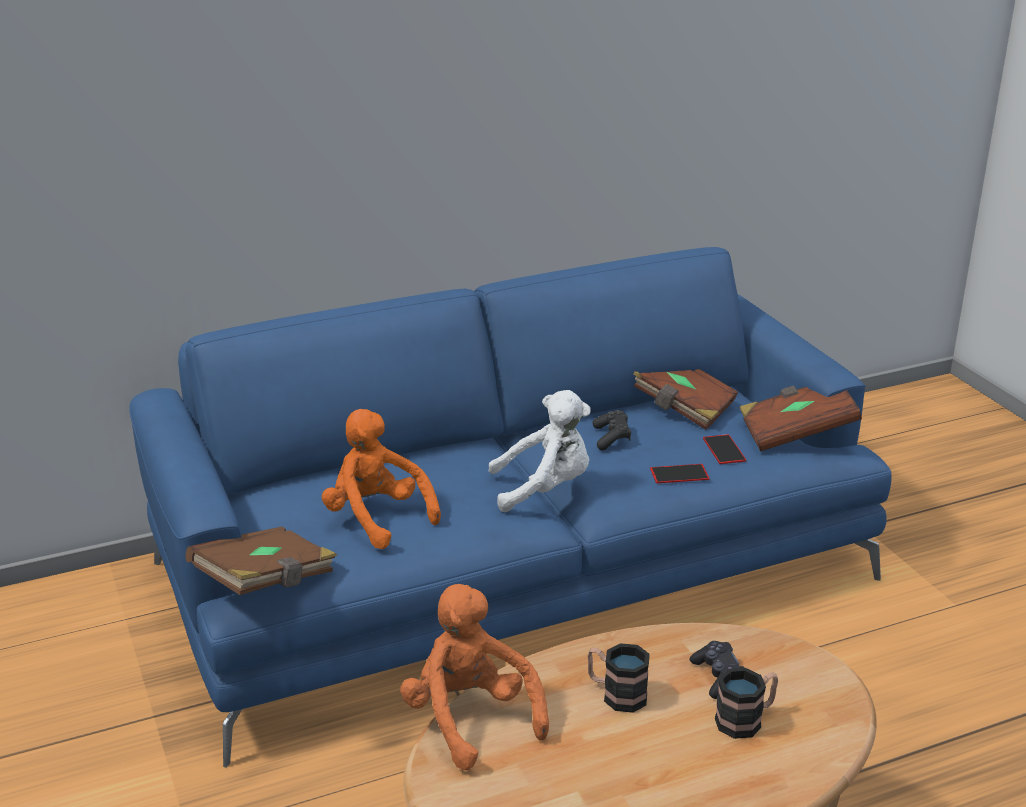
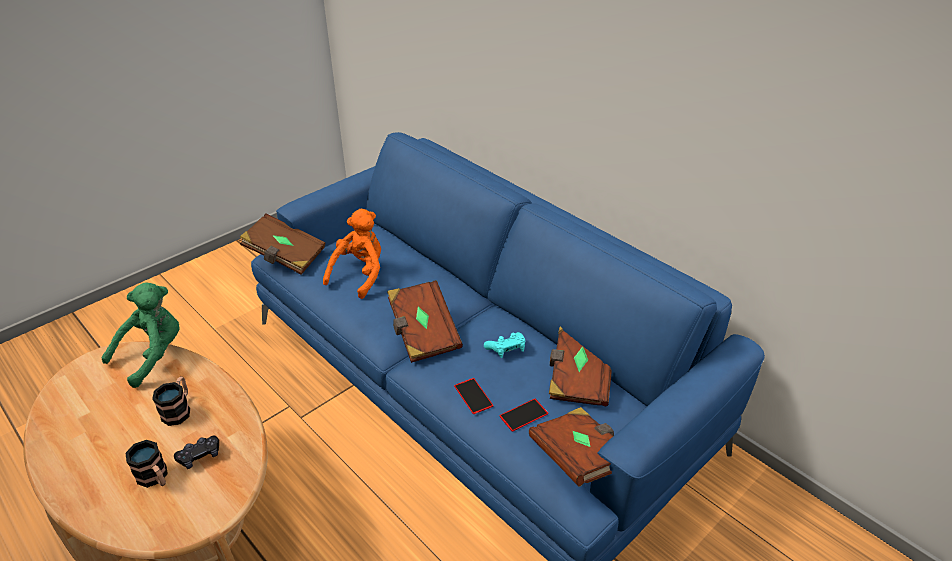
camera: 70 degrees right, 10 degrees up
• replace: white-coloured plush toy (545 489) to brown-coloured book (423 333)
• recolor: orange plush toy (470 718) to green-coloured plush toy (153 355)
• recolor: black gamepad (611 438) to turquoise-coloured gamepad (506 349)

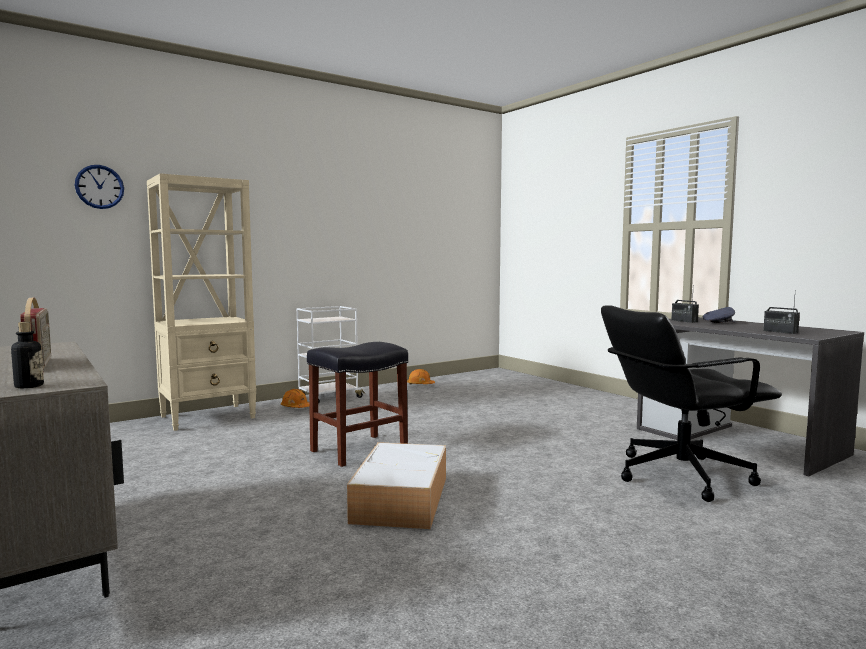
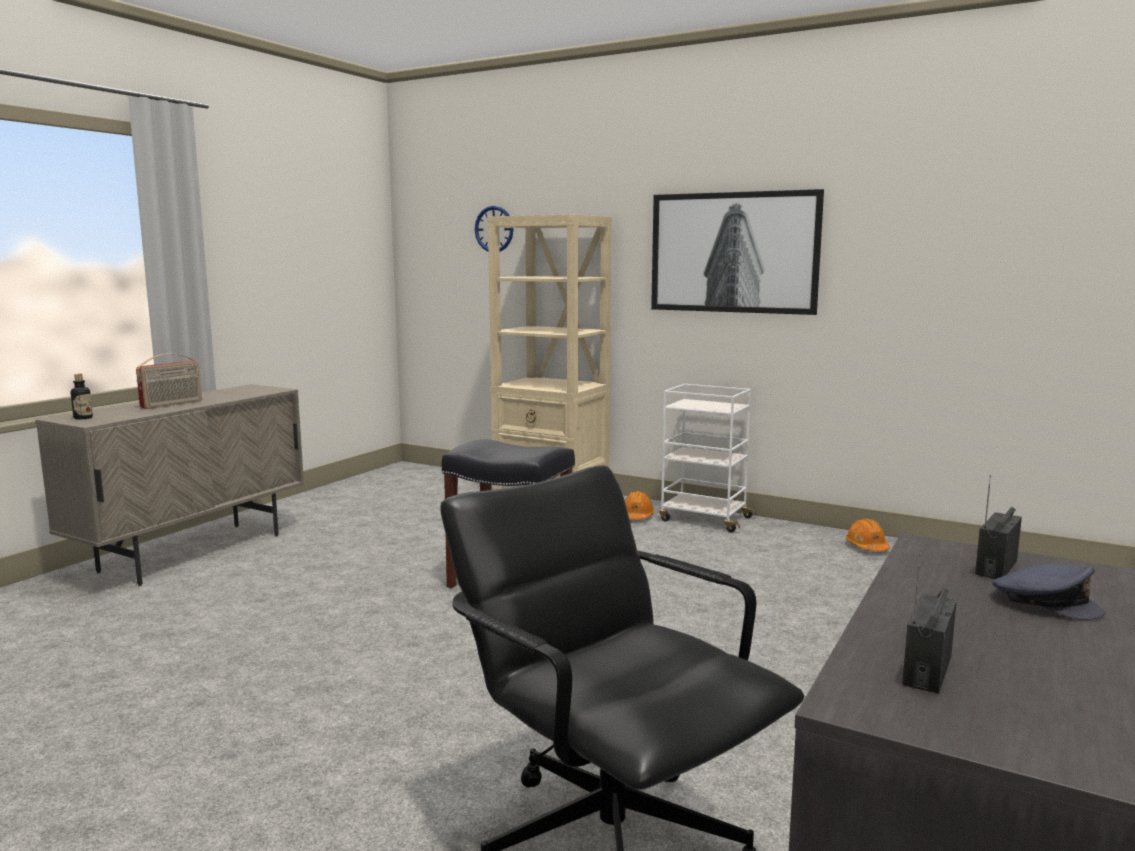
camera: 65 degrees right, 5 degrees up
• delete: storage box (401 498)
• insert: wall picture (734 252)

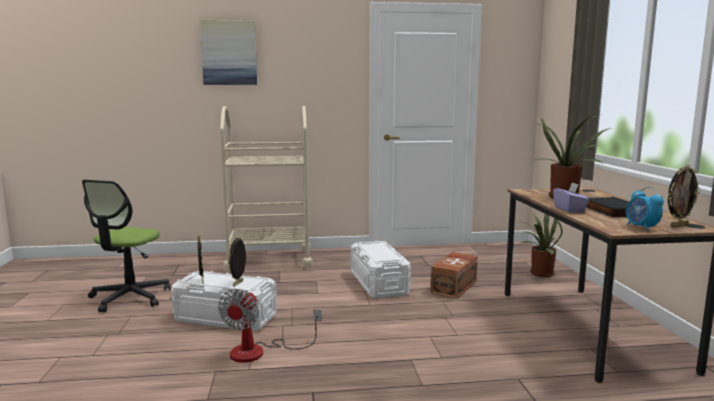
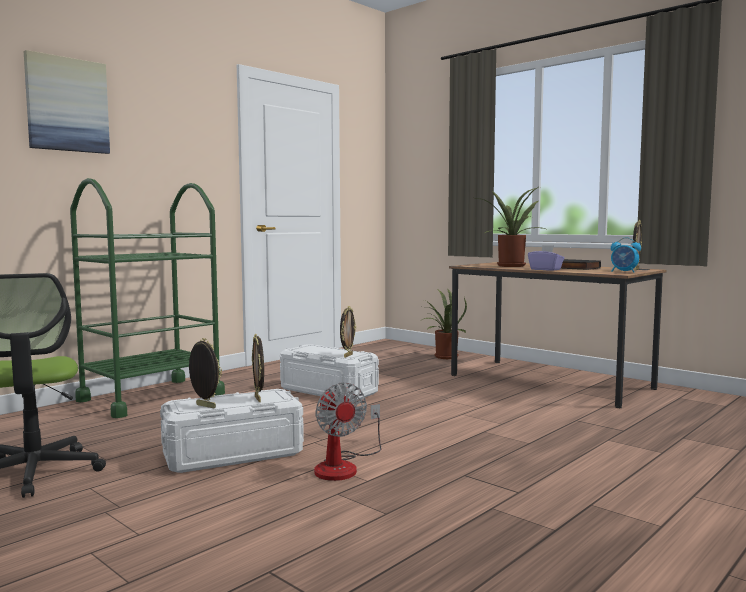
camera: 40 degrees left, 5 degrees down
• delete: brown-coloured storage box (455 287)
• insert: picture frame (347 355)
• recolor: beige trolley (269 260) to green-coloured trolley (151 397)

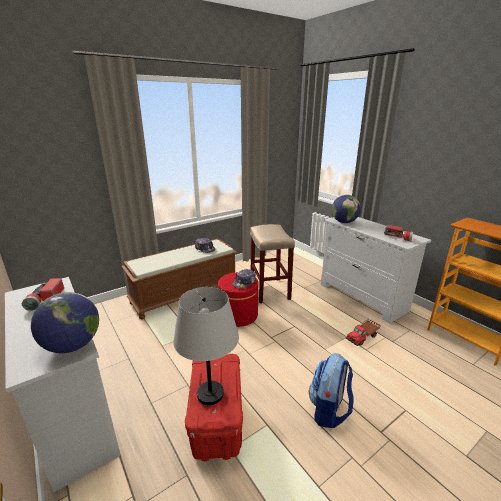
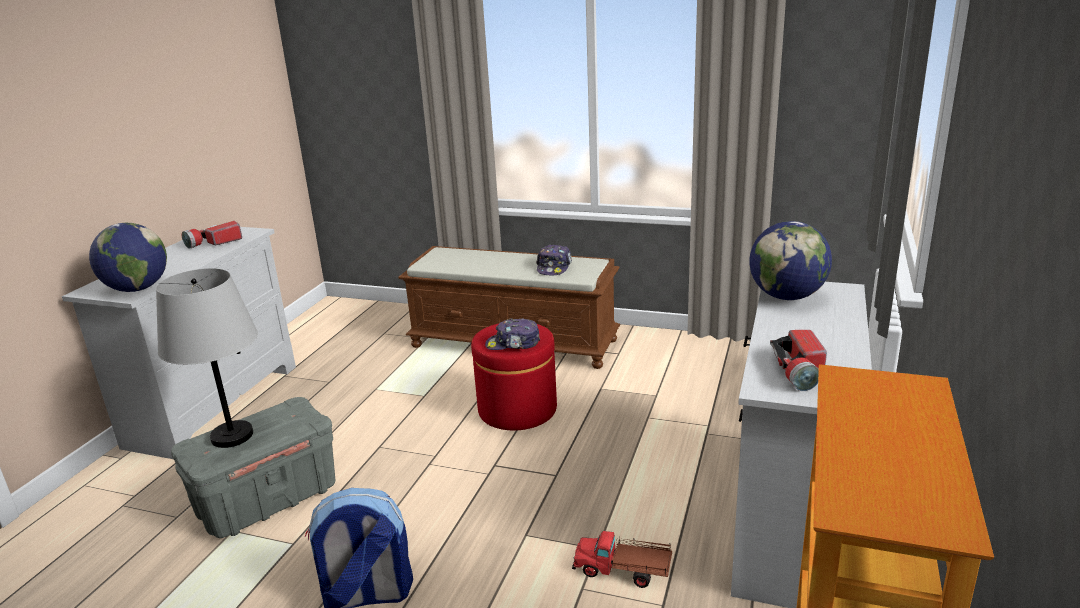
camera: 55 degrees right, 0 degrees up
• delete: beige stool seat (269 290)
• recolor: reddish storage box (216 422) to greyish storage box (268 499)

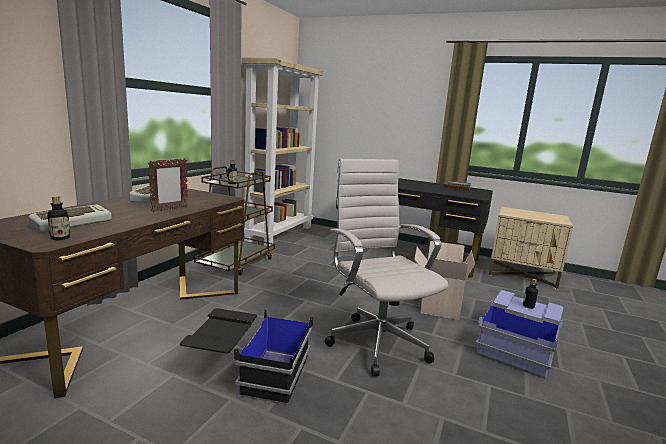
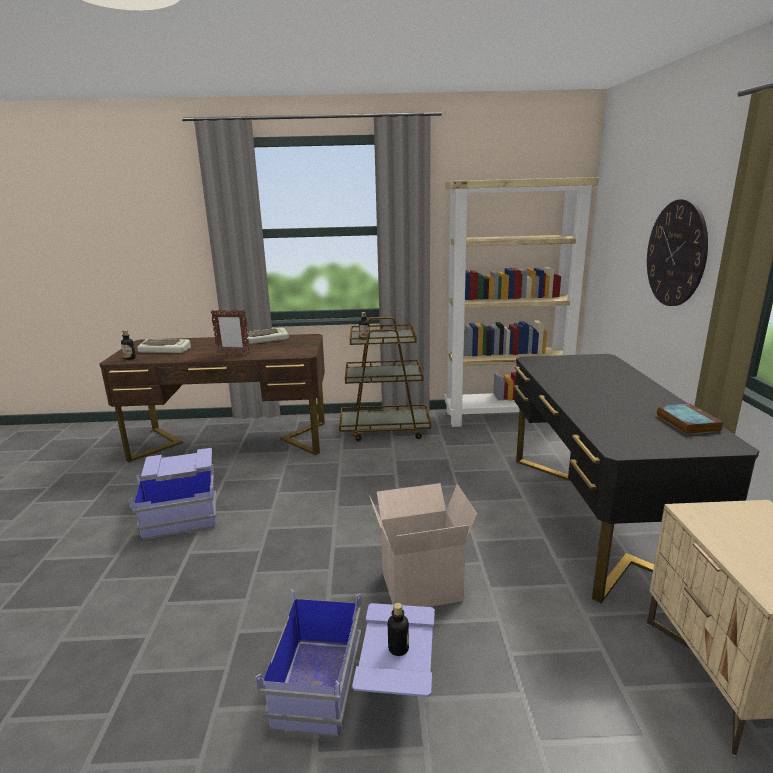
camera: 65 degrees right, 5 degrees up
• delete: white-coloured computer chair (376 341)
• insert: hanging clock (676 253)
• recolor: black storage box (249 372) to blue-coloured storage box (182 508)

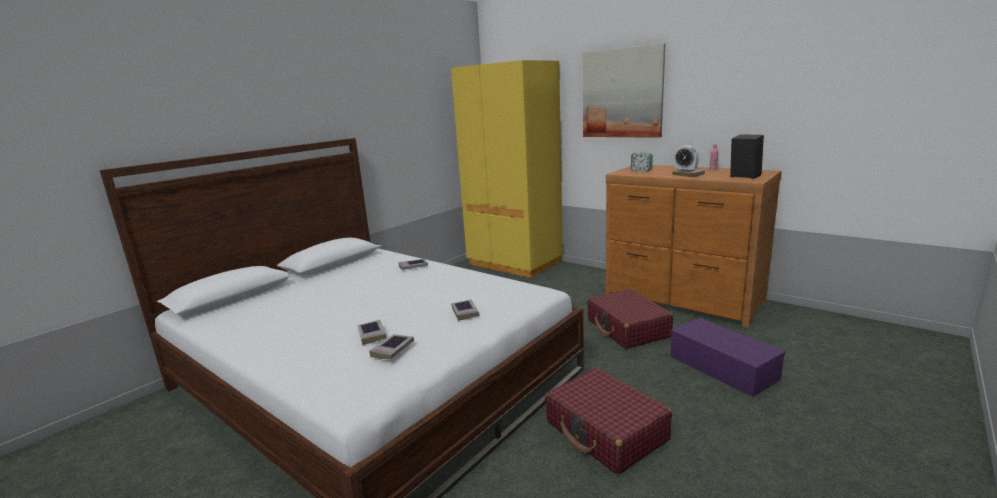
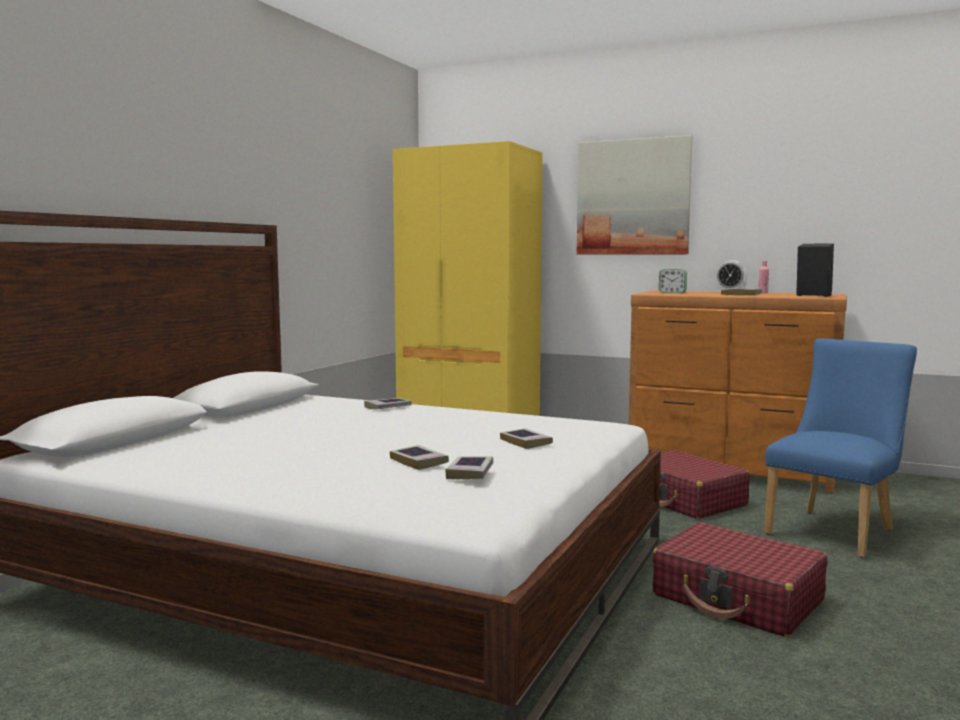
camera: 15 degrees left, 10 degrees down
• replace: purple-coloured storage box (724 367) to blue-coloured upright chair (835 530)

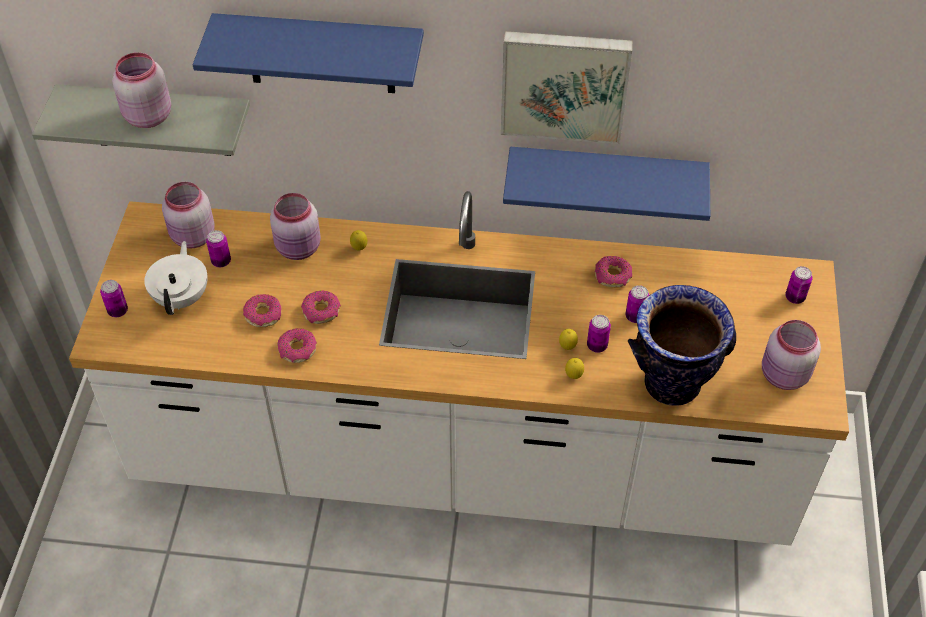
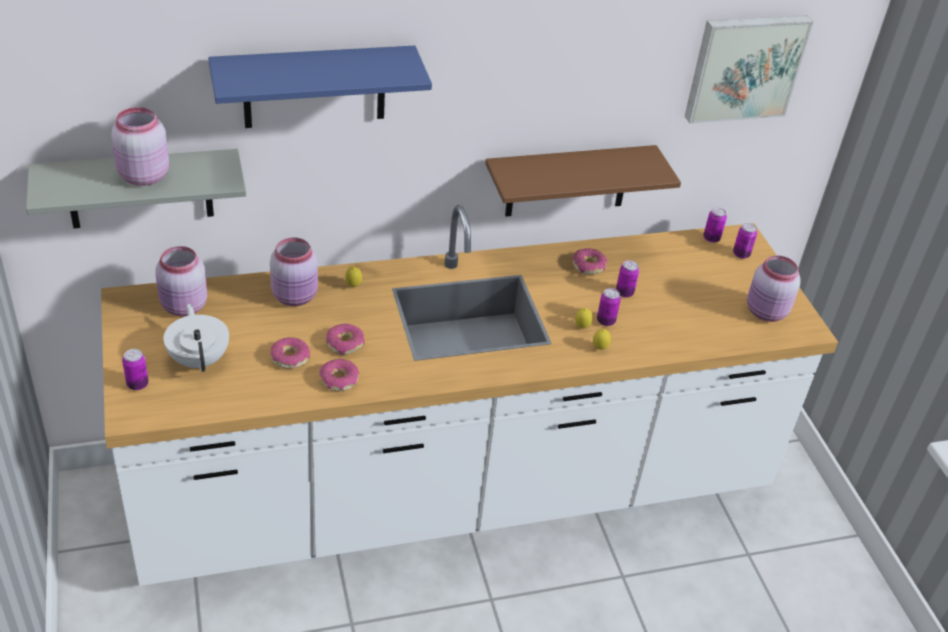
camera: 25 degrees left, 10 degrees down
• delete: decorative vase (671 383)
• move: metal can (221 261) to (711 238)
• move: wall picture (564 84) to (744 66)
• recolor: blue-coloured shelf (605 182) to brown-coloured shelf (567 181)

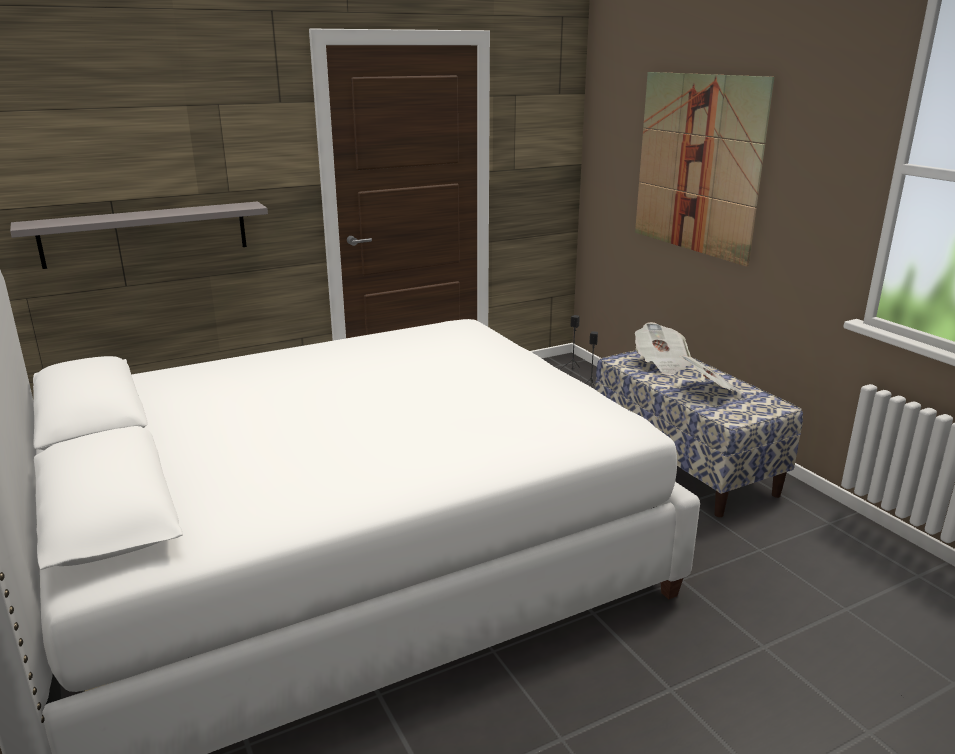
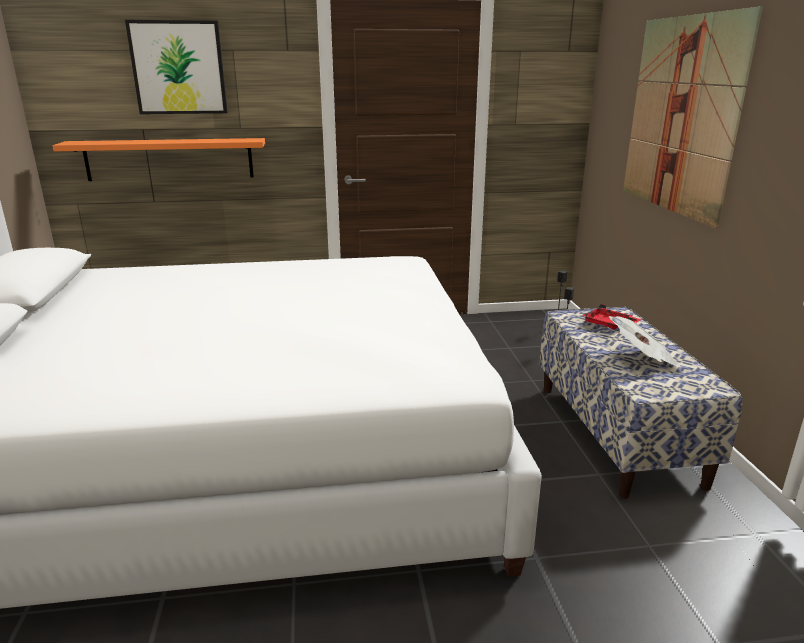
camera: 20 degrees right, 0 degrees up
• insert: wall picture (178 68)
• replace: daily paper (661 364) to reddish carrying tray (608 324)
• recolor: greyish shelf (146 234) to orange shelf (169 159)

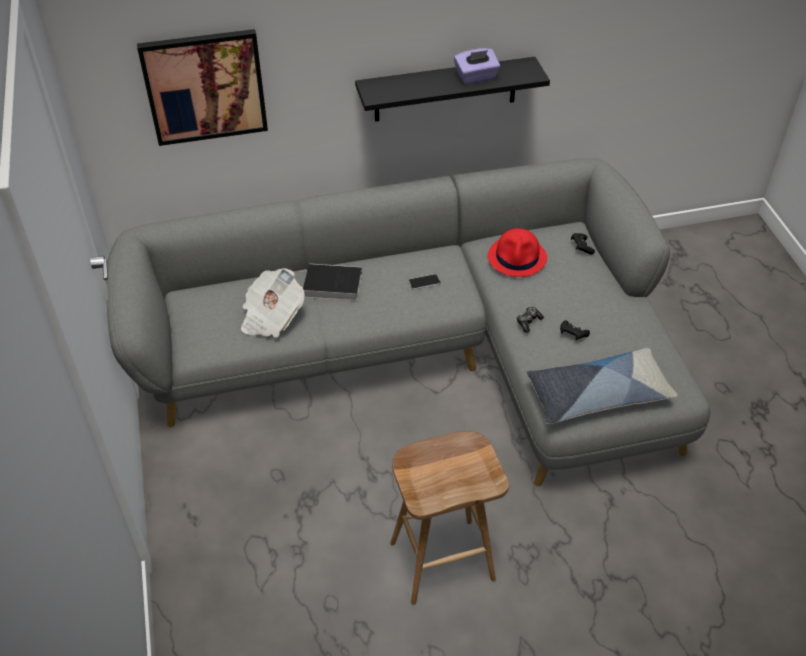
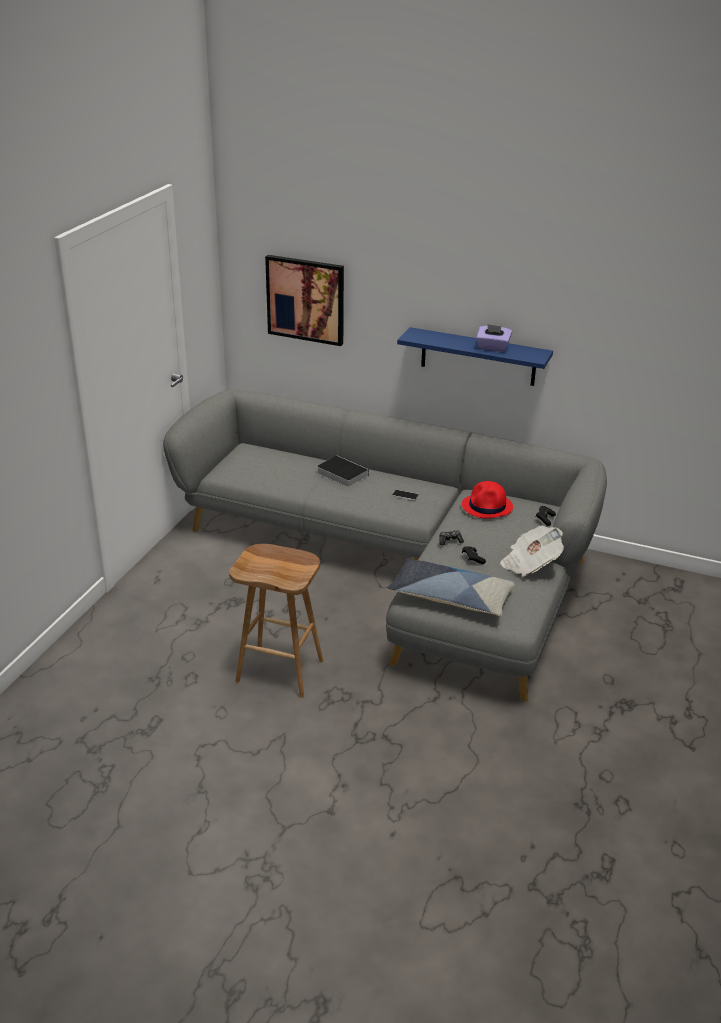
camera: 35 degrees right, 15 degrees down
• move: daily paper (271 316) to (530 564)
• recolor: black shelf (445 89) to blue-coloured shelf (478 357)

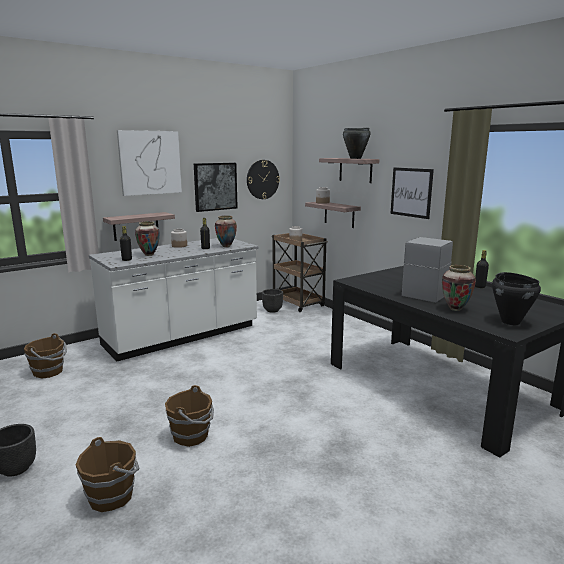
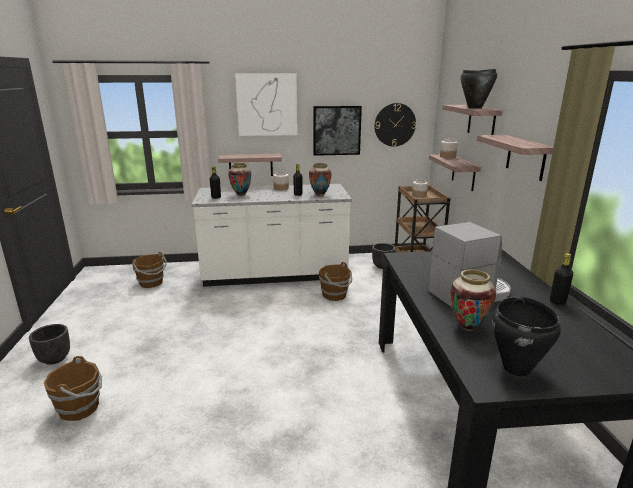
camera: 30 degrees right, 5 degrees up
• move: brown-coloured pail (191 436) to (335 295)
• replace: wall picture (411 192) to shelf (525 157)

